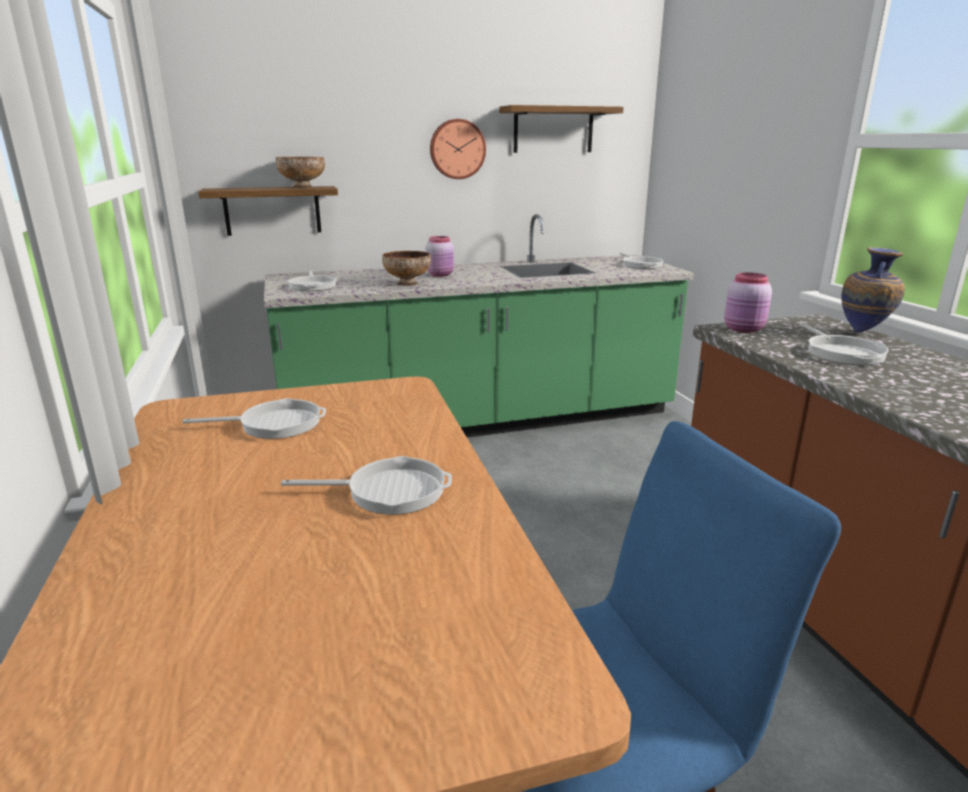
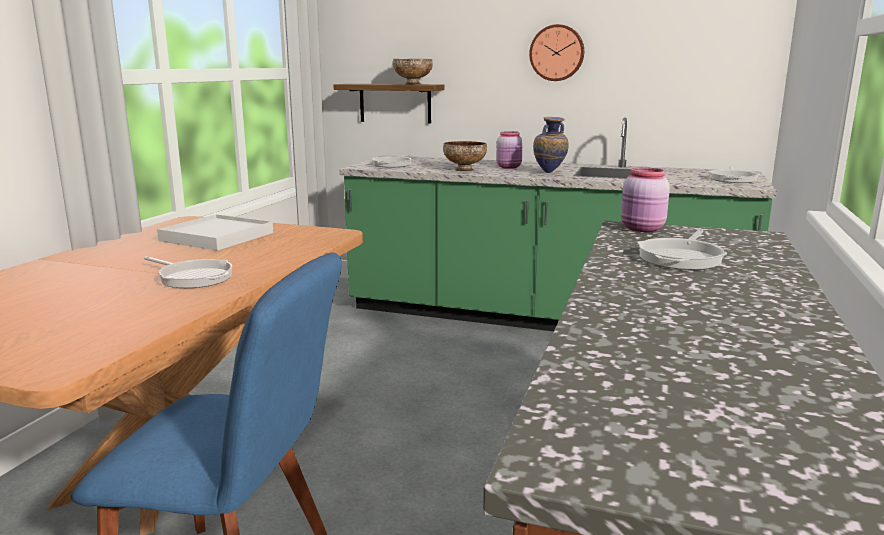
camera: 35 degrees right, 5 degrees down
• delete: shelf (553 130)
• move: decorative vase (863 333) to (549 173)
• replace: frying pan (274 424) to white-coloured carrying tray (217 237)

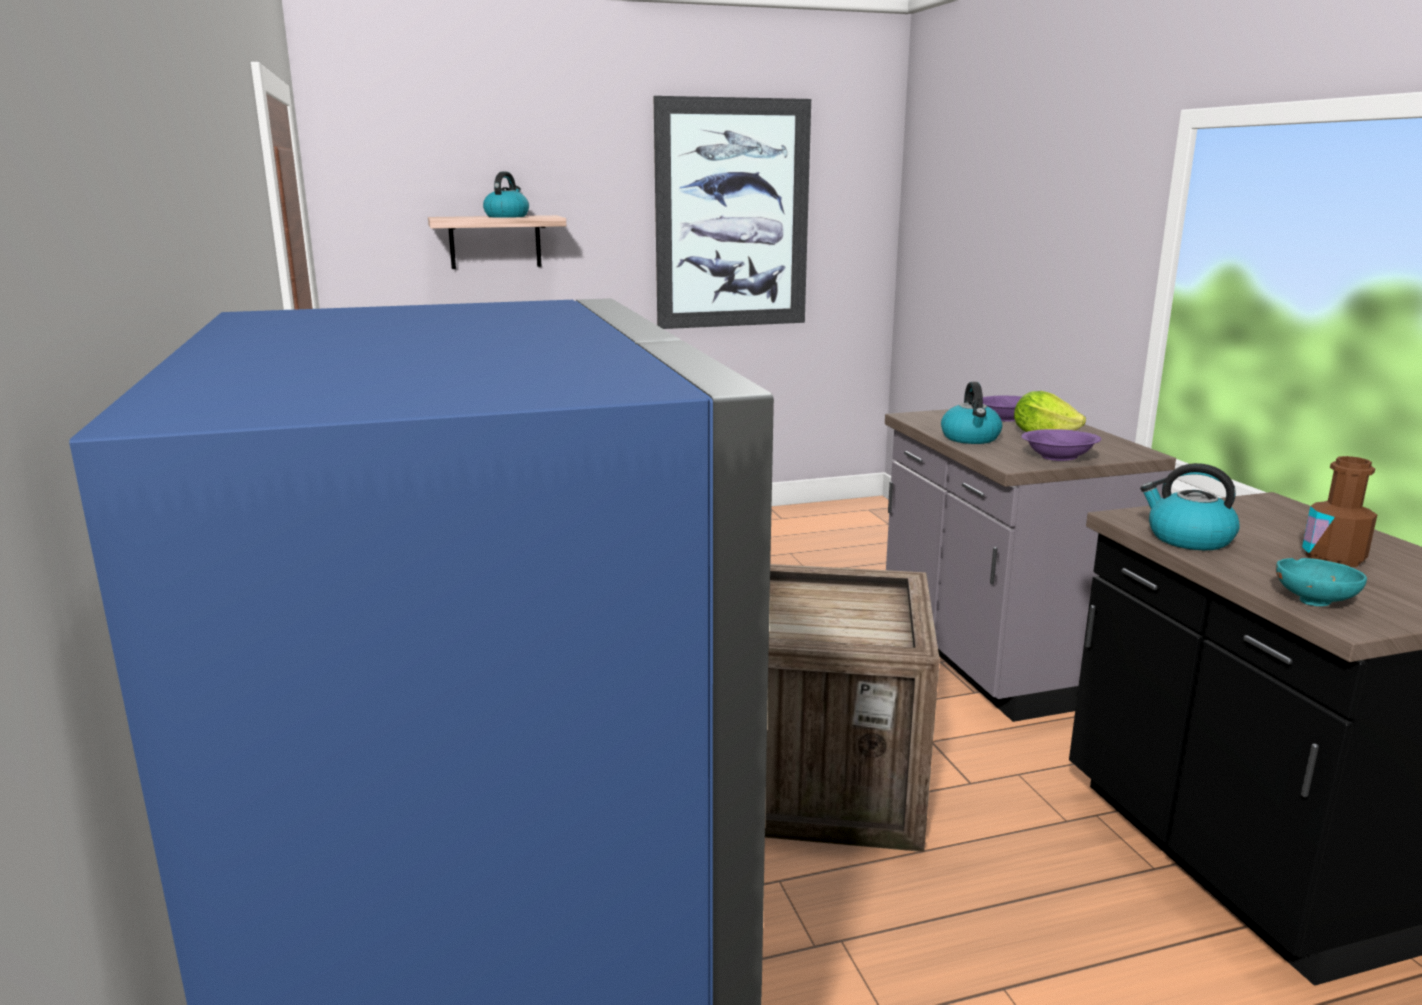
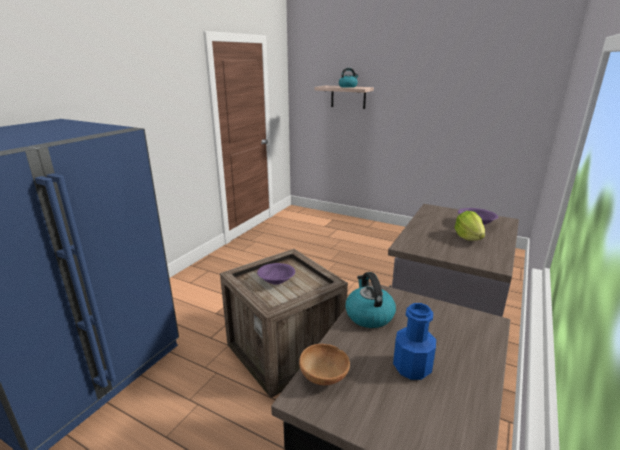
camera: 45 degrees right, 5 degrees up
• delete: wall picture (732 215)
• delete: tea kettle (970 438)
• move: purple-coloured deep dish (1058 458) to (276 281)
• recolor: turquoise-coloured deep dish (1315 600) to brown-coloured deep dish (325 377)
• recolor: brown-coloured drink bottle (1333 558) to blue-coloured drink bottle (412 367)

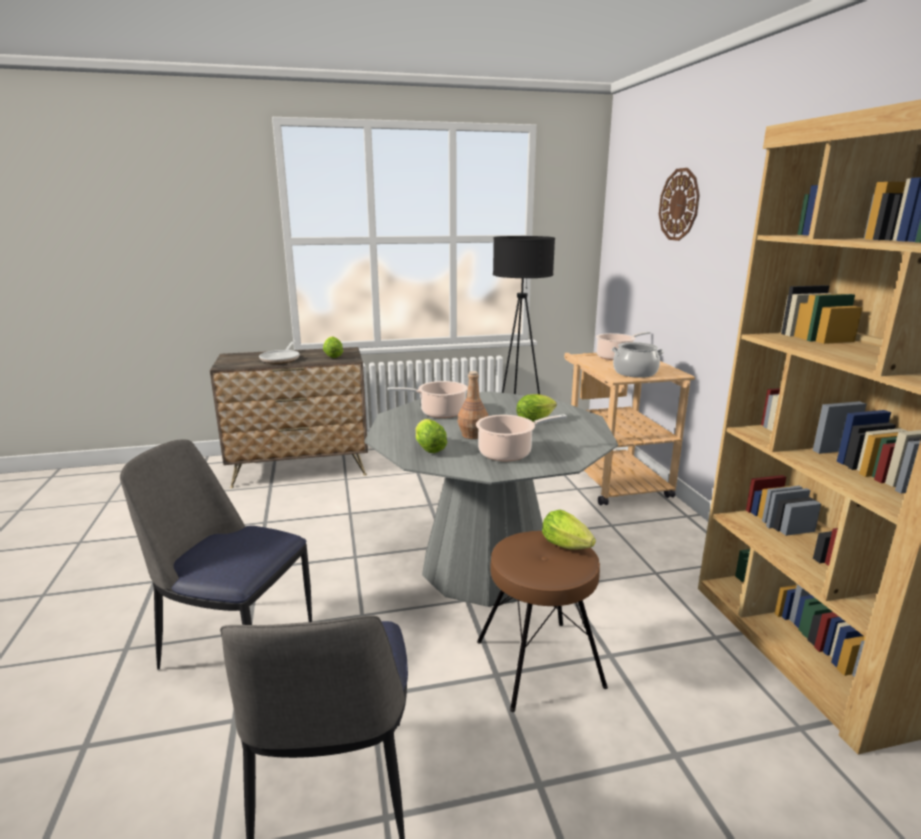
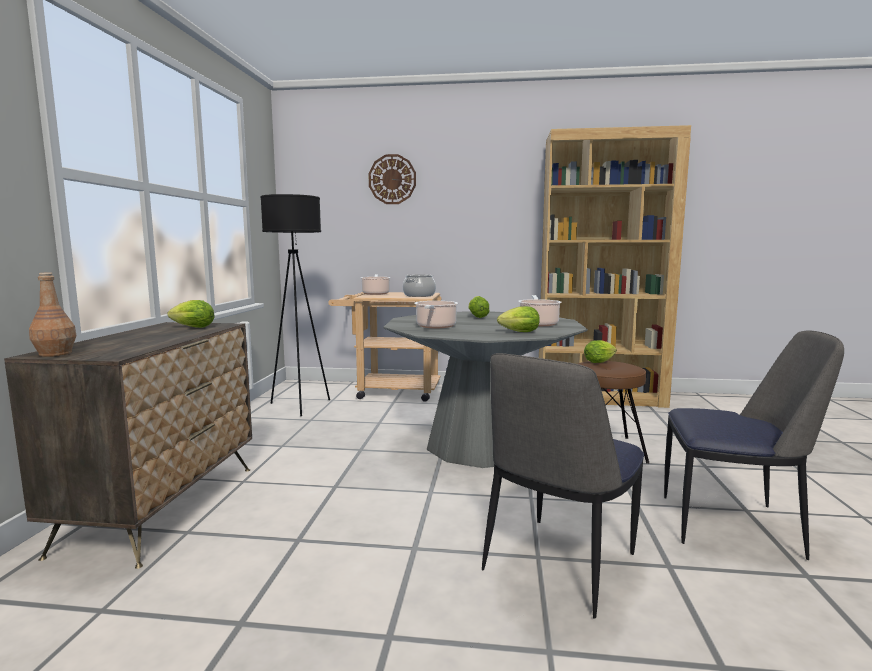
camera: 70 degrees left, 10 degrees down
• delete: frying pan (281 359)
• move: brown-coloured drink bottle (473 435) to (55 354)

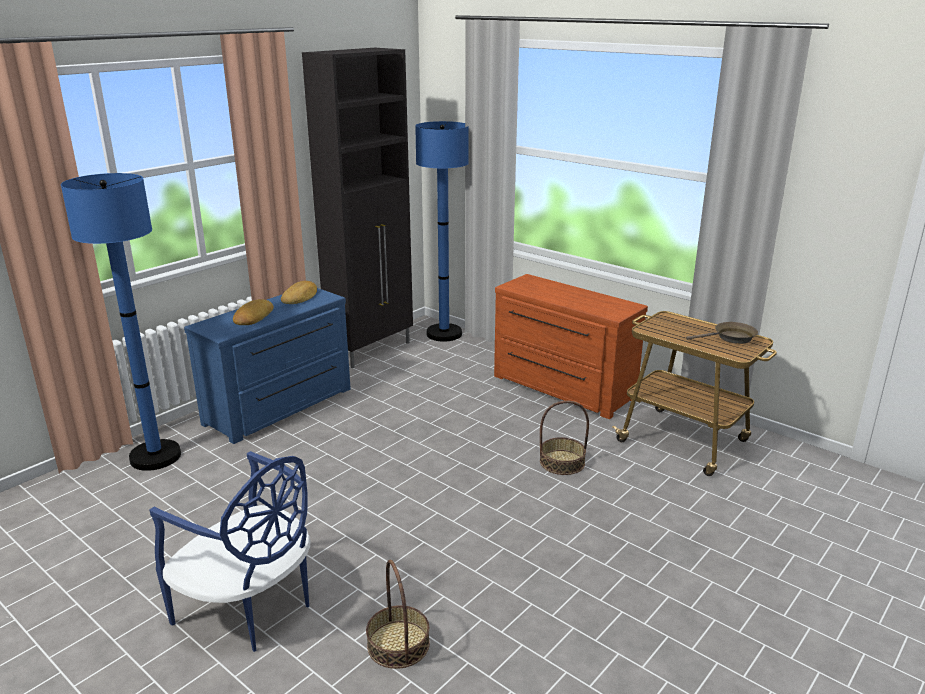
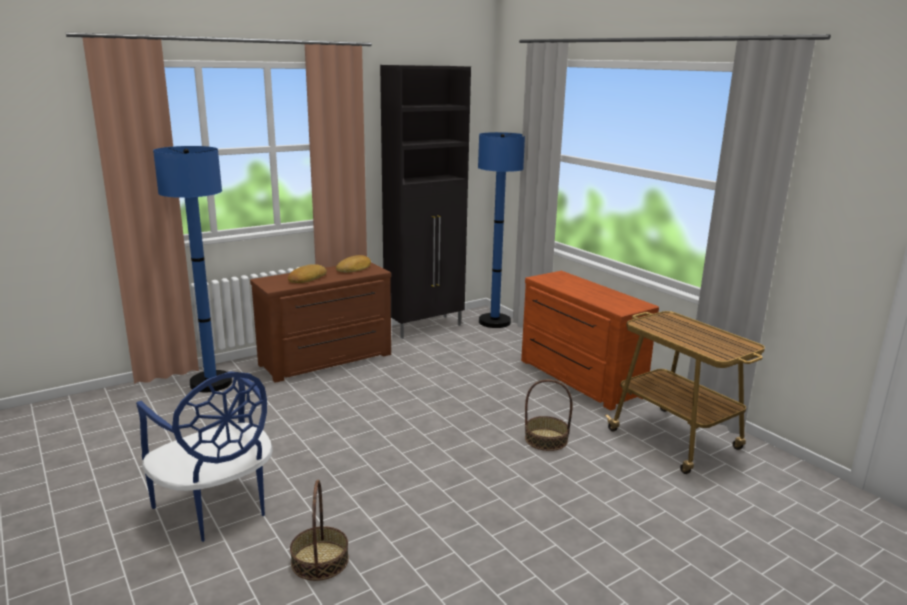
camera: 15 degrees right, 5 degrees down
• delete: brown-coloured frying pan (731 338)
• recolor: blue-coloured dresser (281 407) to brown-coloured dresser (327 360)

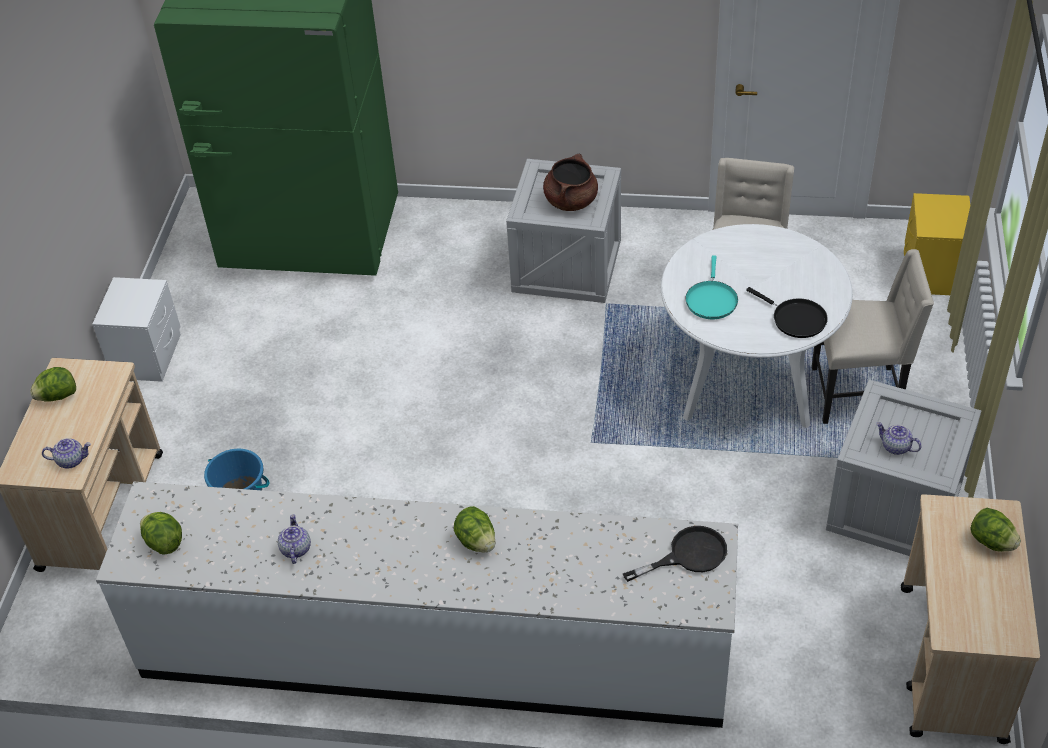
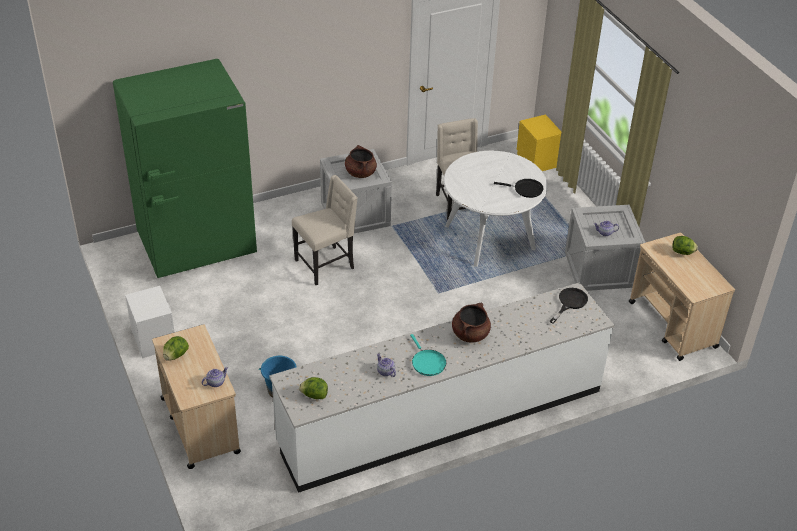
camera: 35 degrees left, 5 degrees down
• move: turquoise-coloured frying pan (711 300) to (427 362)
• move: beige upright chair (859 393) to (326 264)
• replace: head of lettuce (476 541) to brown-coloured stockpot (470 334)

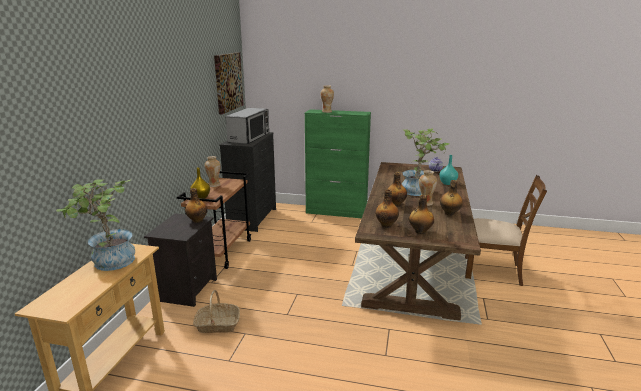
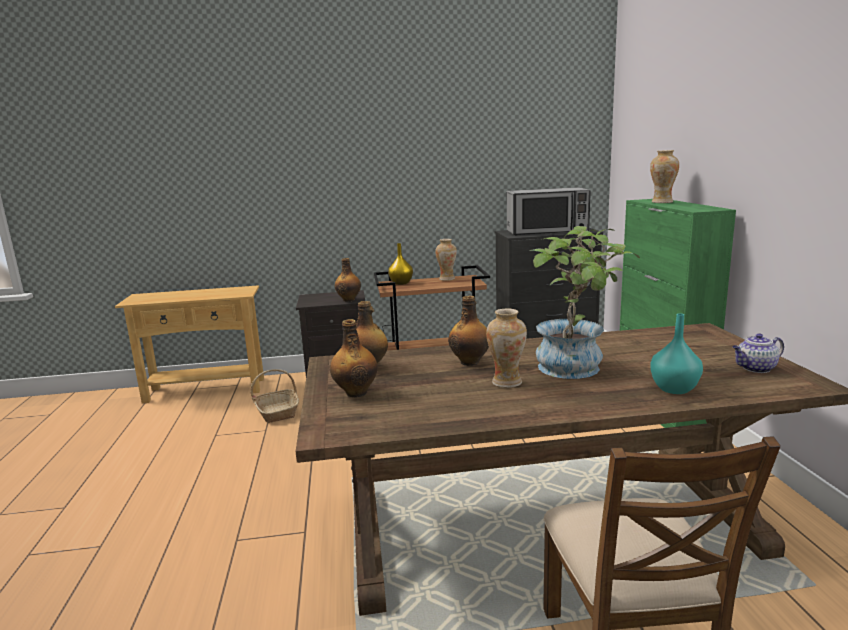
camera: 70 degrees right, 5 degrees down
• delete: plant in a pot (109 264)
• delete: wall picture (228 82)
• delete: drink bottle (449 213)

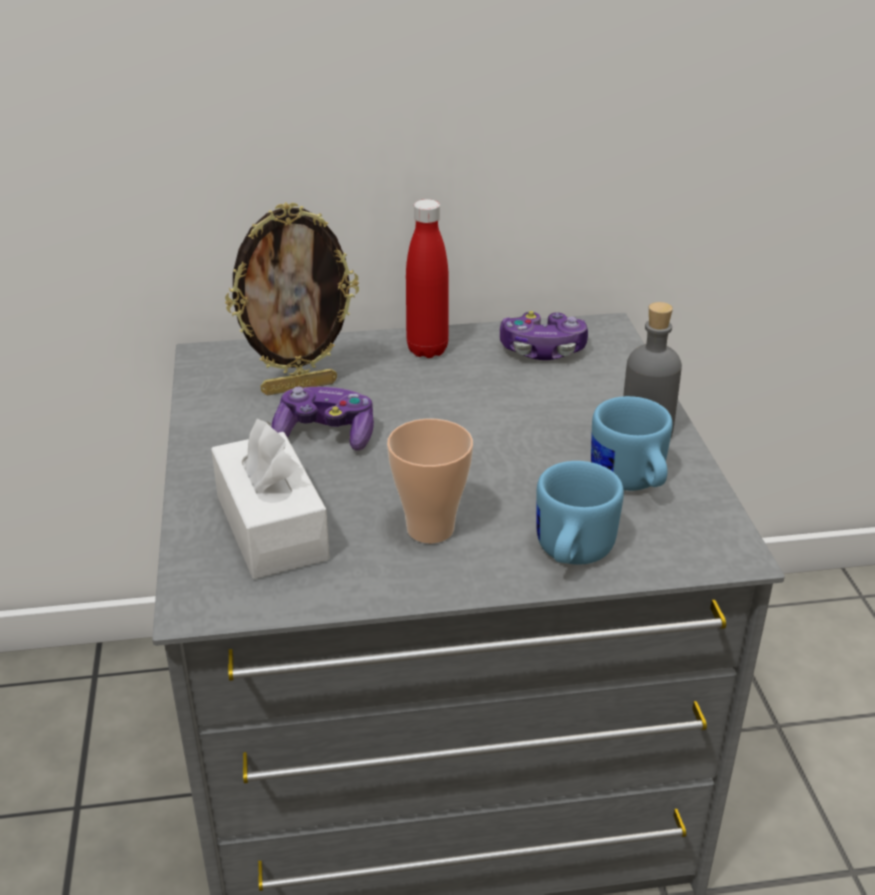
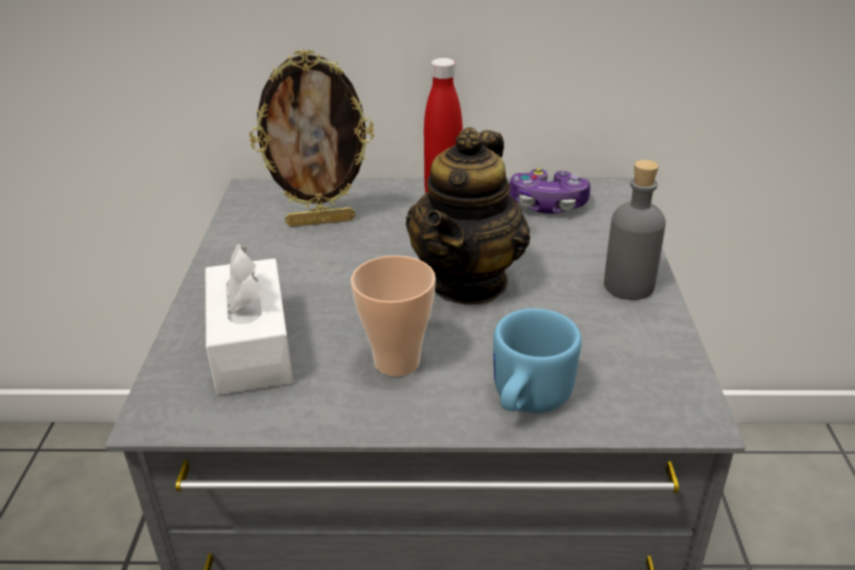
camera: 10 degrees right, 0 degrees up
• delete: gamepad (326 434)
• delete: blue-coloured tea mug (630 483)
• insert: teapot (468 281)

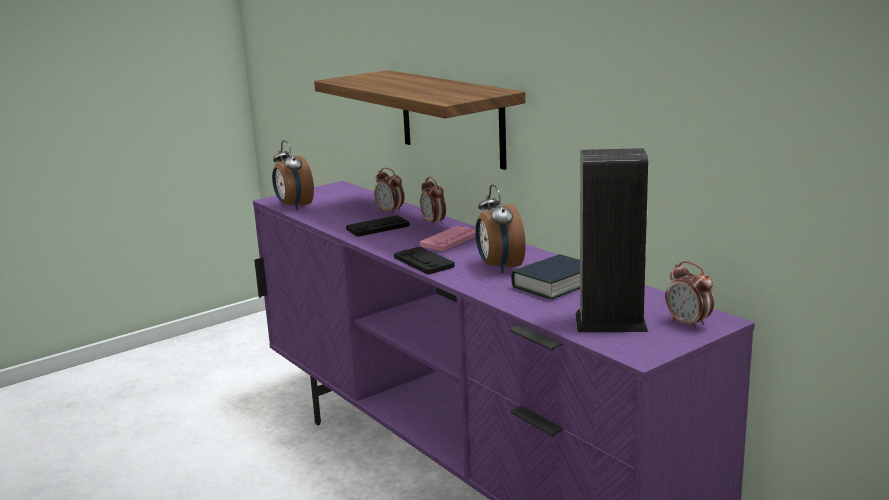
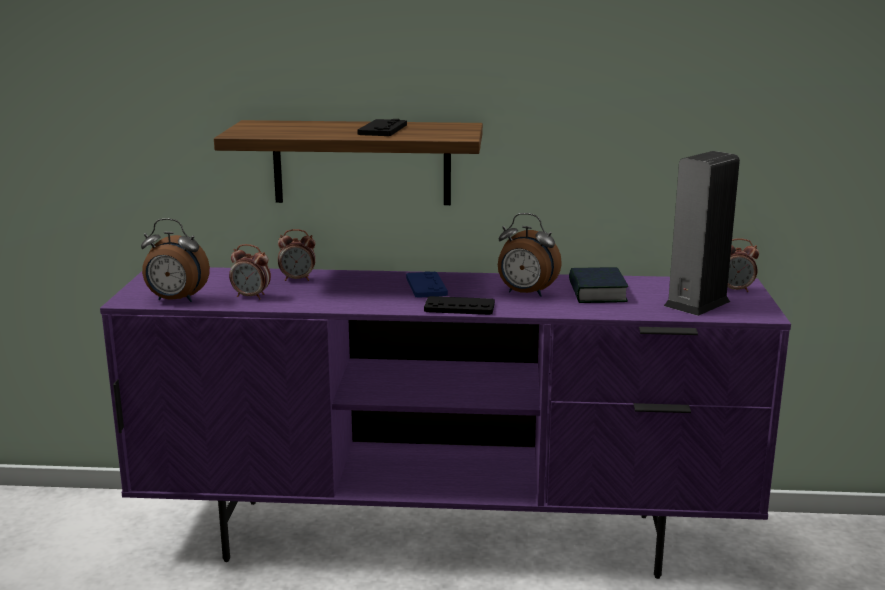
camera: 50 degrees left, 0 degrees up
• move: black gamepad (378 227) to (382 129)
• move: table clock (433 223) to (251 296)
• recolor: pinkish gamepad (450 240) to blue-coloured gamepad (426 286)

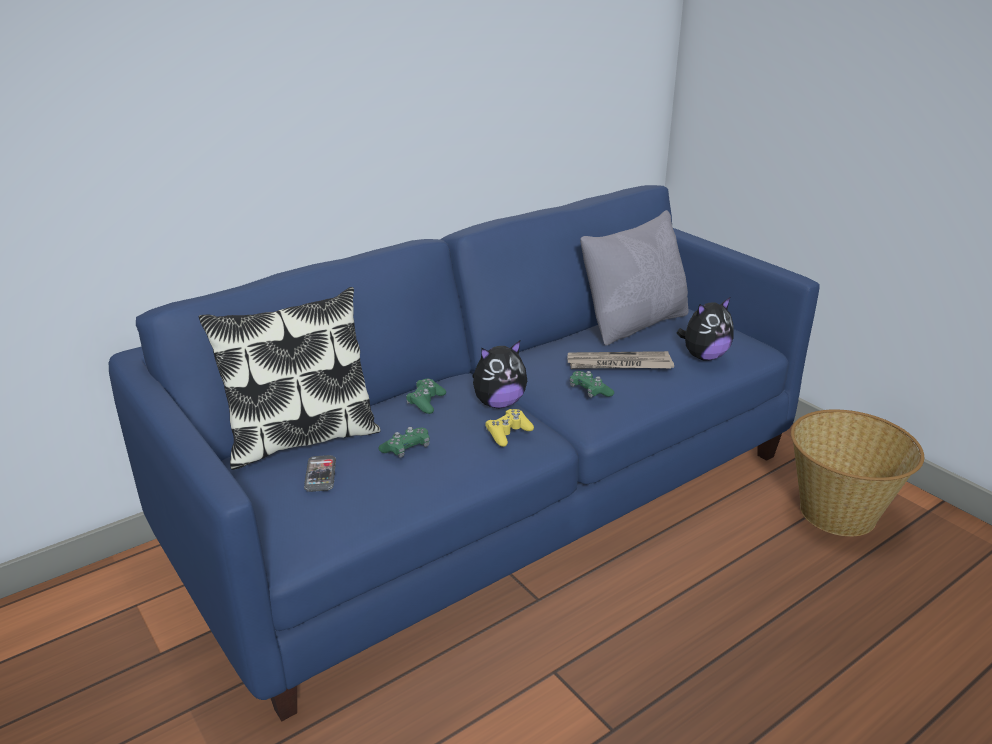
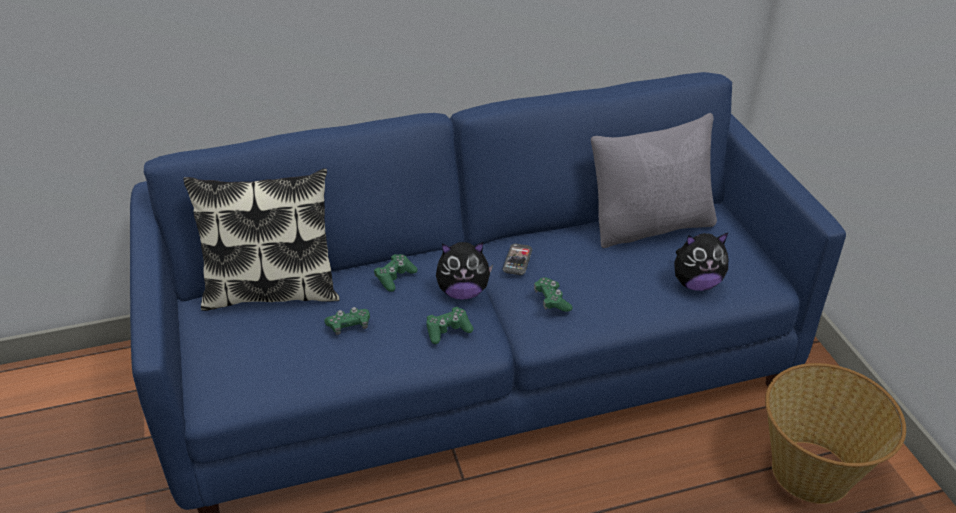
camera: 20 degrees right, 10 degrees up
• delete: daily paper (618 364)
• move: handset (320 475) to (517 260)
• recolor: yellow gamepad (508 433) to green-coloured gamepad (448 330)

